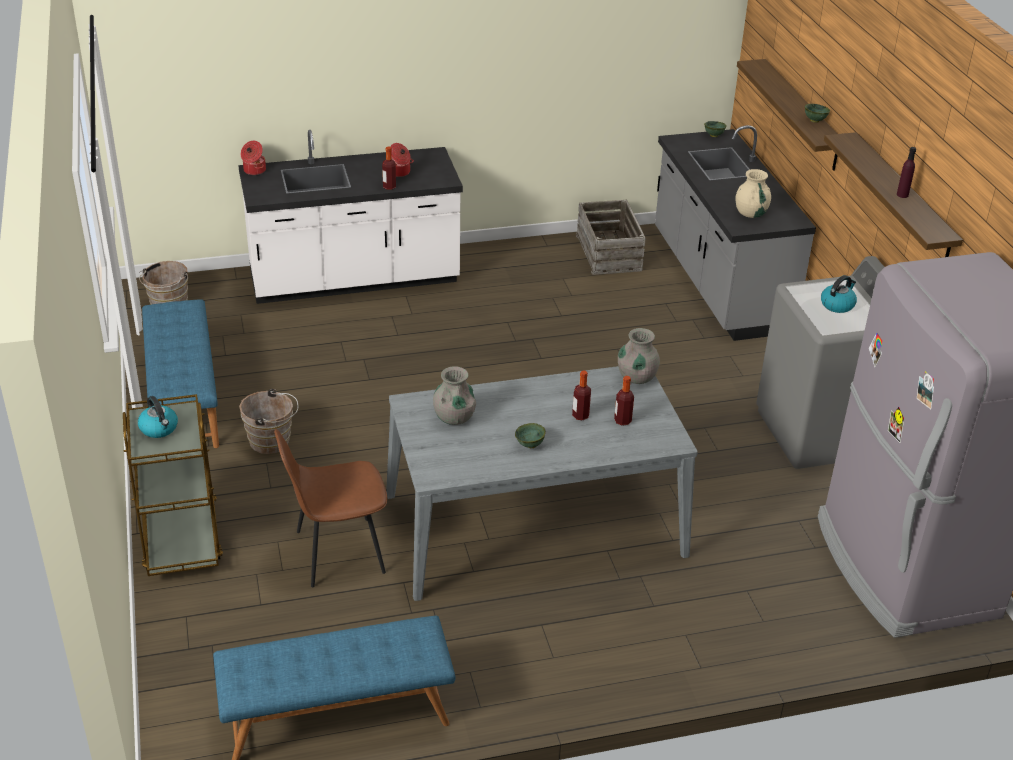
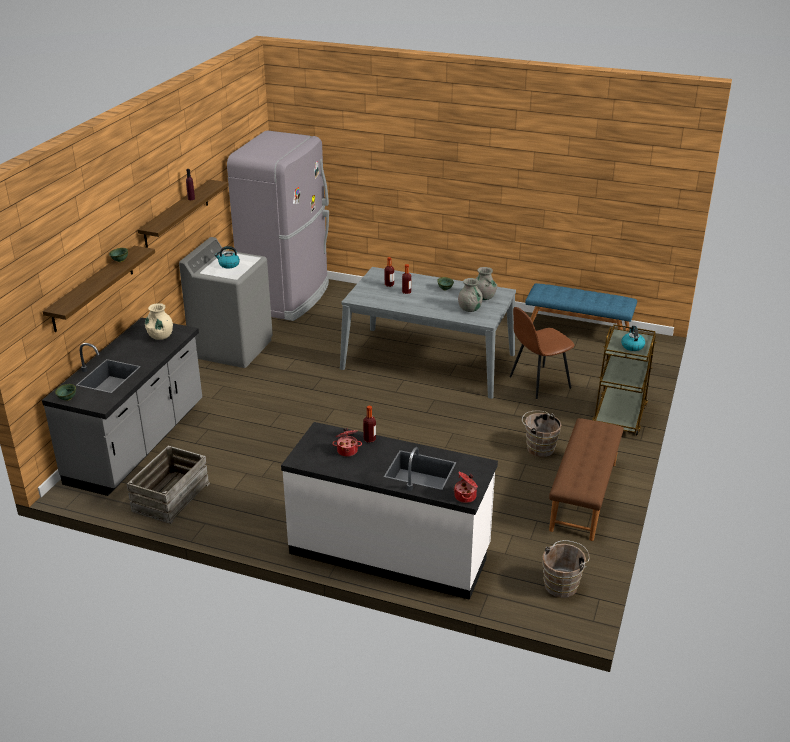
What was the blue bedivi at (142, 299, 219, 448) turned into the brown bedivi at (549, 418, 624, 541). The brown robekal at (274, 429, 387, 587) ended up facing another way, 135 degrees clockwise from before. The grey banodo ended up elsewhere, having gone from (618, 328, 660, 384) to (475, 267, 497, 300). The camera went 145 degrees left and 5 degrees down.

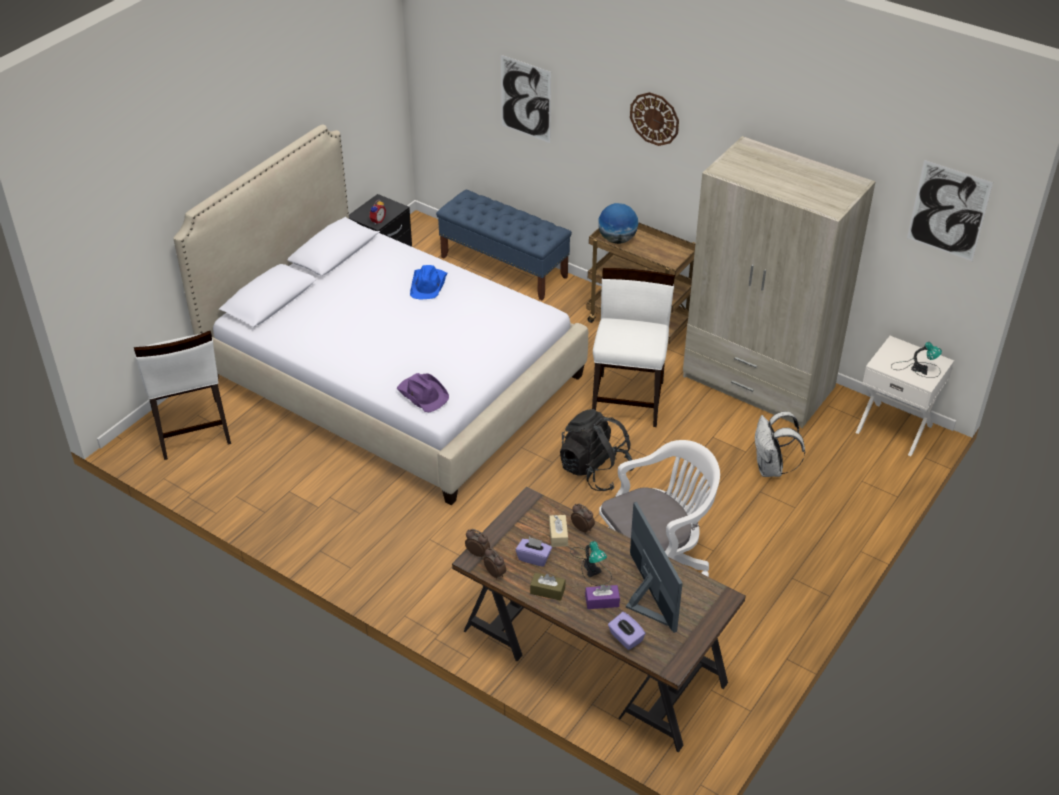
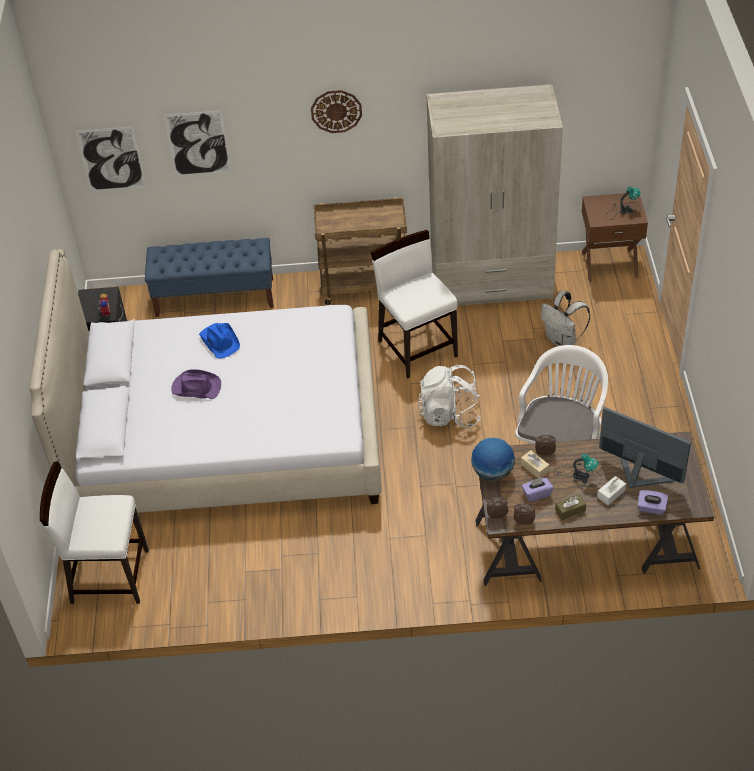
The white robekal at (134, 331, 231, 460) ended up facing another way, 150 degrees clockwise from before. The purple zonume ended up elsewhere, having gone from (397, 373, 449, 412) to (171, 369, 221, 399). What was the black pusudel at (560, 409, 634, 491) turned into the white pusudel at (418, 364, 481, 428). What was the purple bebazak at (585, 585, 620, 609) turned into the white bebazak at (597, 476, 626, 505). The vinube ended up elsewhere, having gone from (598, 203, 638, 244) to (471, 438, 515, 481). What was the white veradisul at (856, 336, 954, 456) turned into the brown veradisul at (582, 193, 648, 282). The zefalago ended up elsewhere, having gone from (907, 160, 993, 261) to (76, 127, 146, 191). The camera went 35 degrees left and 5 degrees up.

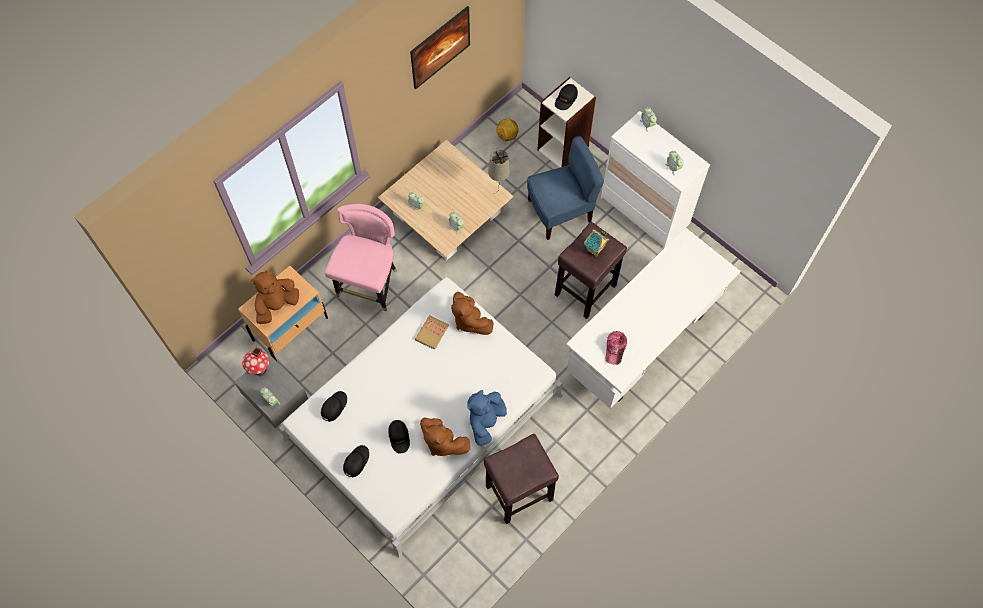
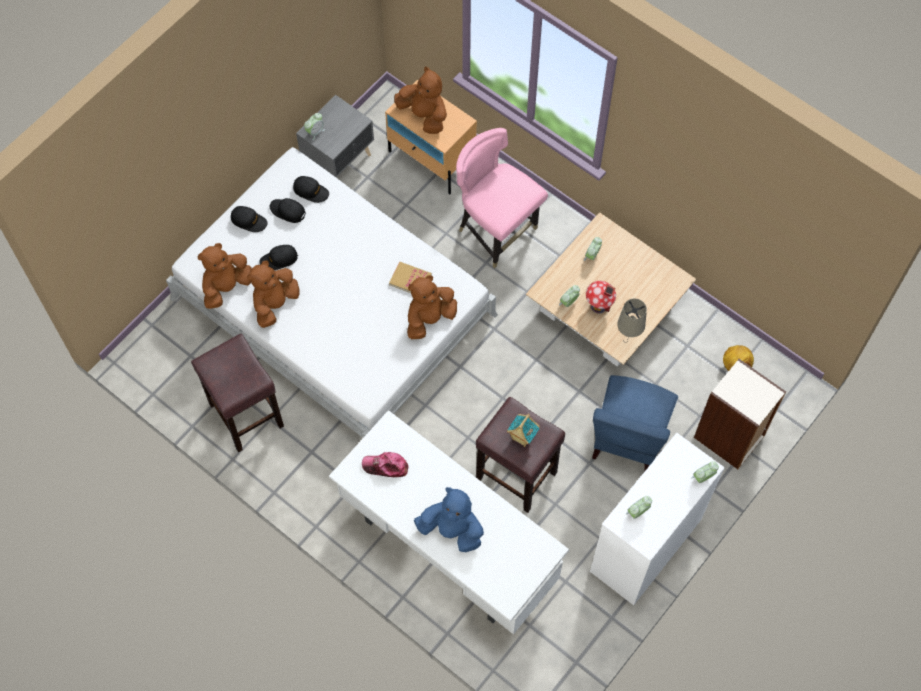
The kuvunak ended up elsewhere, having gone from (242, 346, 269, 377) to (586, 281, 616, 314). The pink robekal at (325, 204, 397, 311) ended up facing another way, 150 degrees counterclockwise from before. The second view lost the zefalago at (410, 6, 470, 89). The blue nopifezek ended up elsewhere, having gone from (467, 390, 507, 446) to (414, 487, 484, 552). The blue robekal at (527, 136, 604, 240) ended up facing another way, 45 degrees clockwise from before. The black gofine ended up elsewhere, having gone from (555, 84, 578, 110) to (270, 198, 306, 223). The second view gained the brown nopifezek at (198, 243, 252, 309). The camera went 85 degrees right and 0 degrees up.

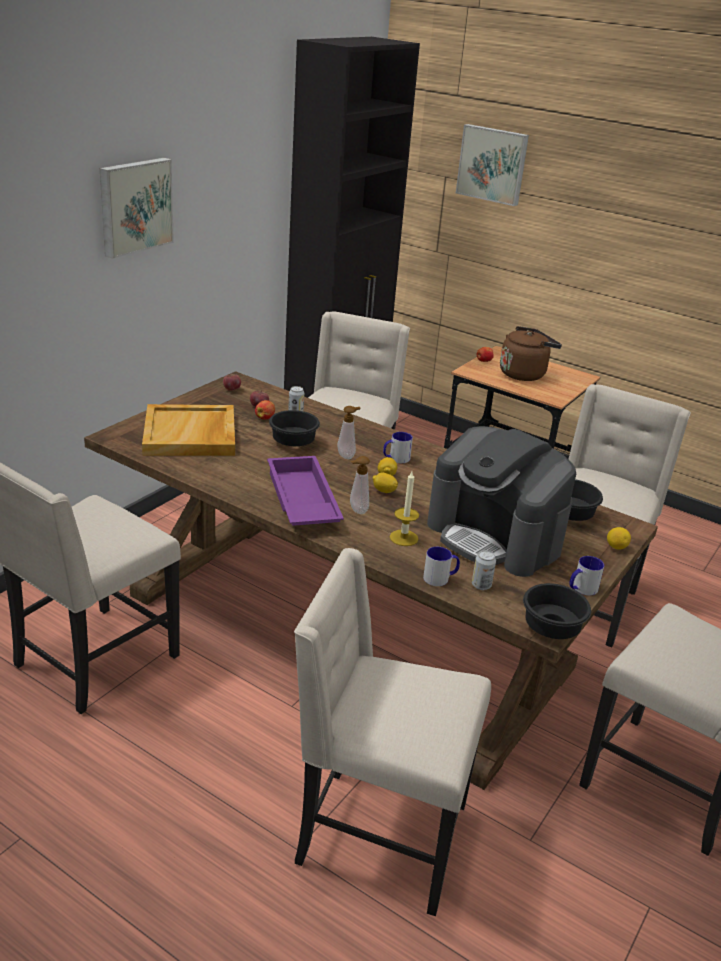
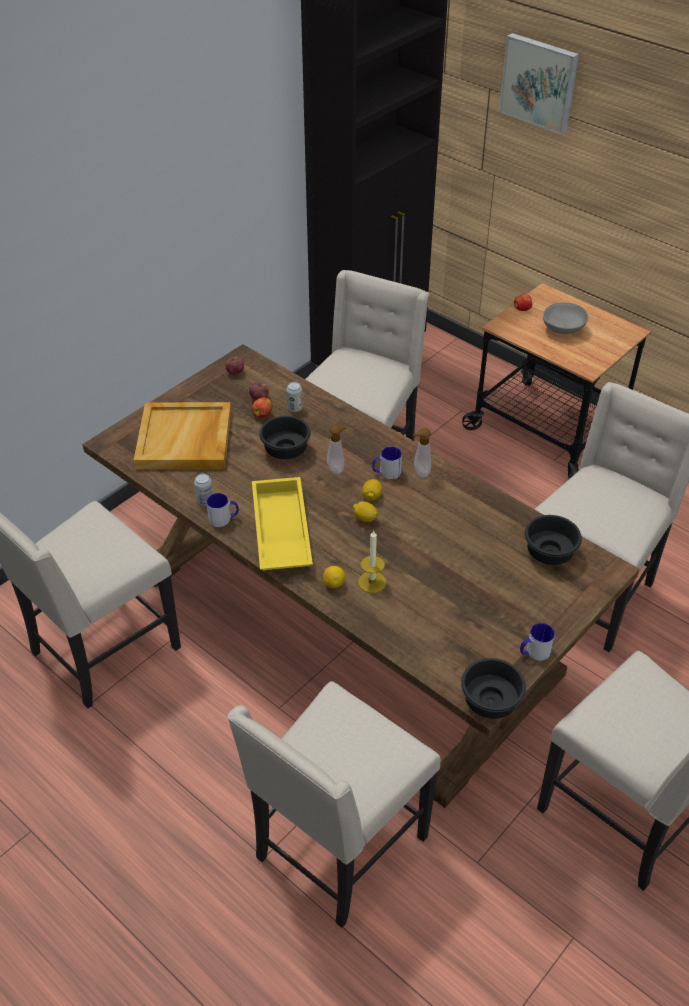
The second view lost the zefalago at (100, 158, 174, 259). What was the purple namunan at (267, 456, 344, 526) turned into the yellow namunan at (252, 477, 313, 570). The beige robekal at (294, 548, 491, 916) ended up facing another way, 75 degrees counterclockwise from before. The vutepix ended up elsewhere, having gone from (350, 456, 370, 514) to (413, 428, 431, 477). The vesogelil ended up elsewhere, having gone from (423, 547, 460, 586) to (206, 493, 239, 527). The second view lost the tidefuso at (427, 426, 576, 577). The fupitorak ended up elsewhere, having gone from (472, 550, 496, 590) to (194, 474, 213, 506). Where the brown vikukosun stood at (500, 326, 562, 381), the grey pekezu came to stand at (543, 302, 588, 334). The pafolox ended up elsewhere, having gone from (607, 527, 631, 550) to (323, 566, 345, 588). The camera went 10 degrees right and 15 degrees up.

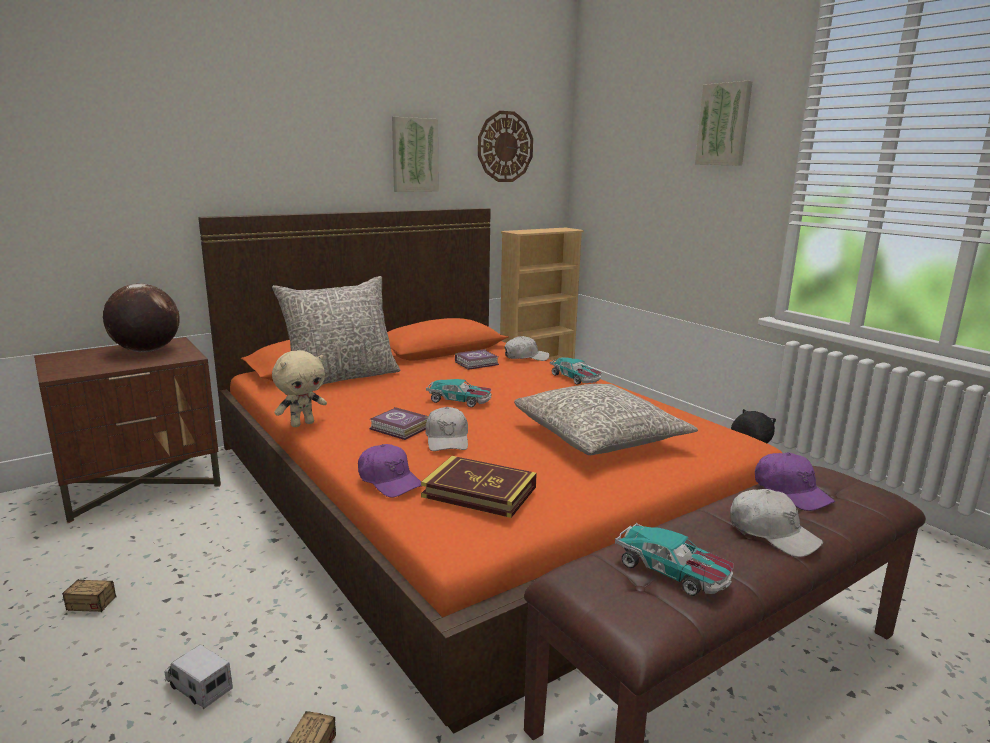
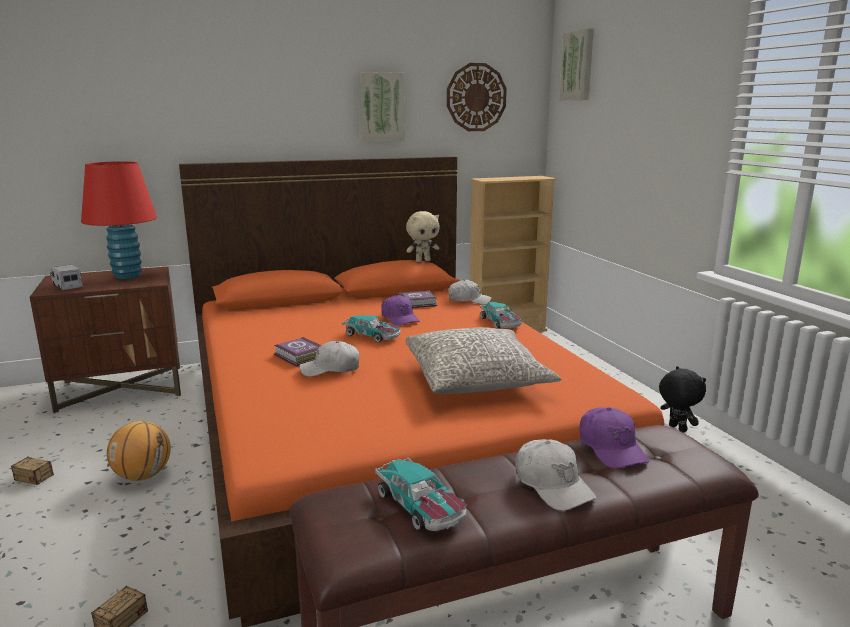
Where the vinube stood at (103, 283, 180, 352), the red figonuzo came to stand at (81, 161, 157, 279). The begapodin ended up elsewhere, having gone from (165, 644, 233, 709) to (50, 264, 83, 290). The second view lost the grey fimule at (272, 276, 400, 385). The beige nopifezek ended up elsewhere, having gone from (272, 350, 327, 427) to (406, 211, 439, 262). The purple gofine ended up elsewhere, having gone from (358, 444, 421, 498) to (381, 295, 420, 326). The second view lost the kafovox at (421, 456, 537, 518). The white gofine at (425, 407, 468, 451) ended up facing another way, 75 degrees clockwise from before. The zefalago ended up elsewhere, having gone from (695, 81, 753, 166) to (559, 28, 594, 100). The second view gained the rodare at (107, 421, 171, 481). The camera went 15 degrees right and 0 degrees up.

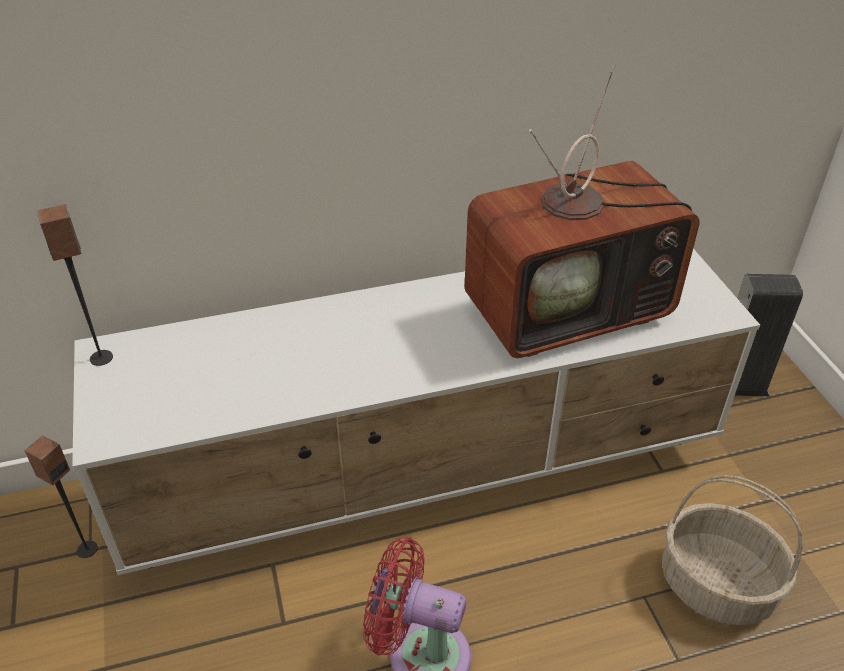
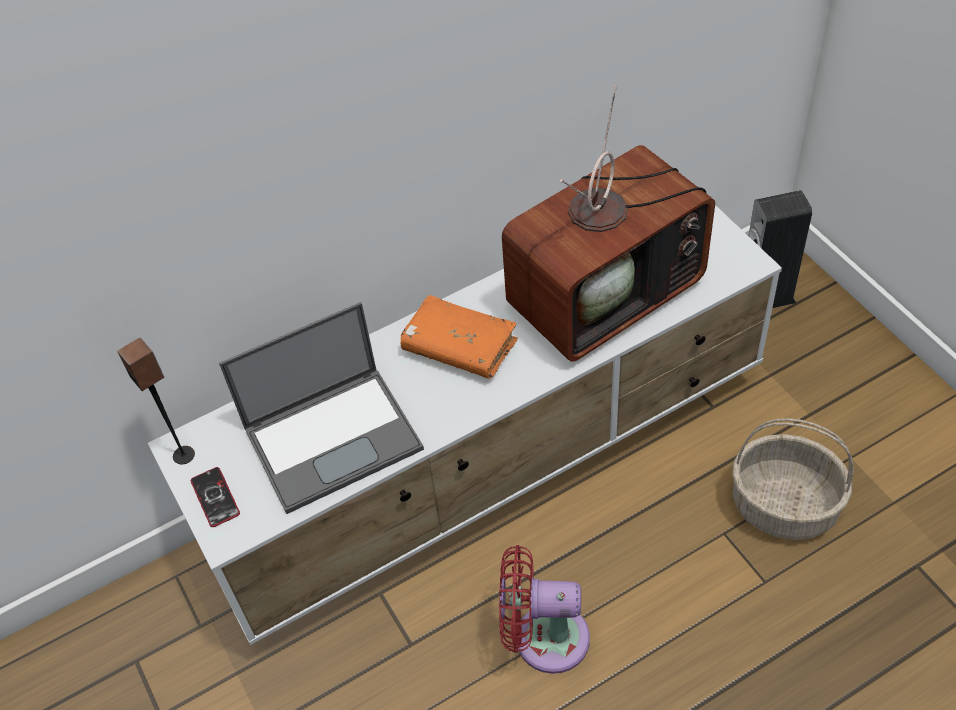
The second view lost the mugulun at (24, 436, 98, 558). The second view gained the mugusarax at (191, 467, 240, 527). The second view gained the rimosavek at (219, 302, 424, 514). The second view gained the orange kafovox at (401, 295, 518, 379). The camera went 10 degrees left and 10 degrees up.

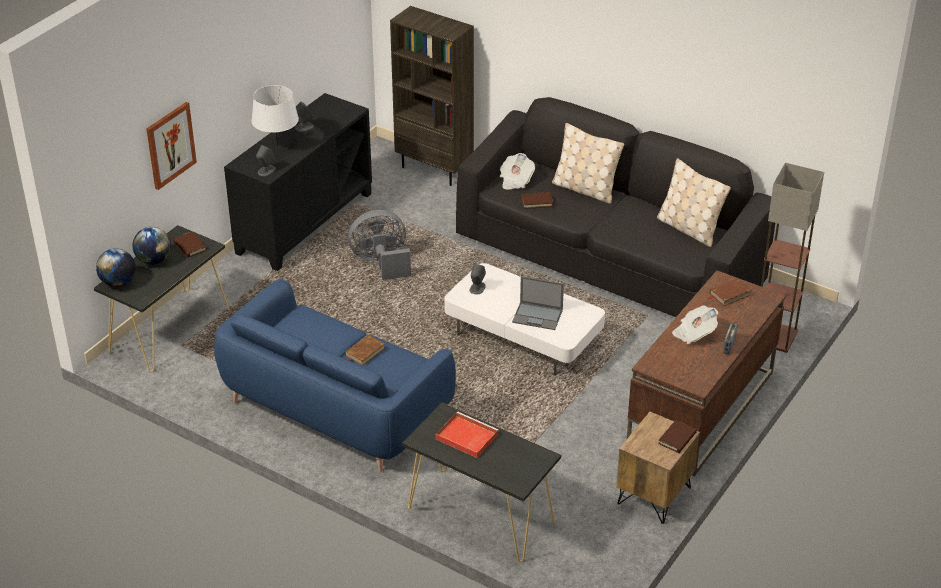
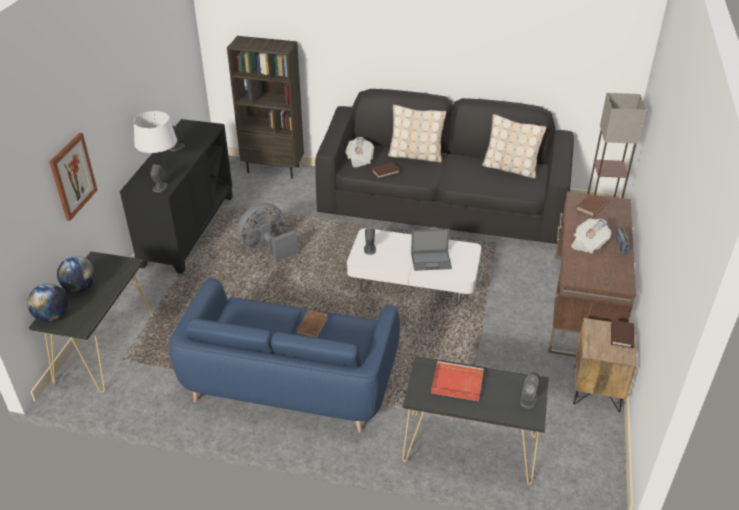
The second view lost the brown kafovox at (173, 232, 207, 258). The second view gained the grey mugulun at (520, 372, 540, 409). The camera went 20 degrees left and 0 degrees up.

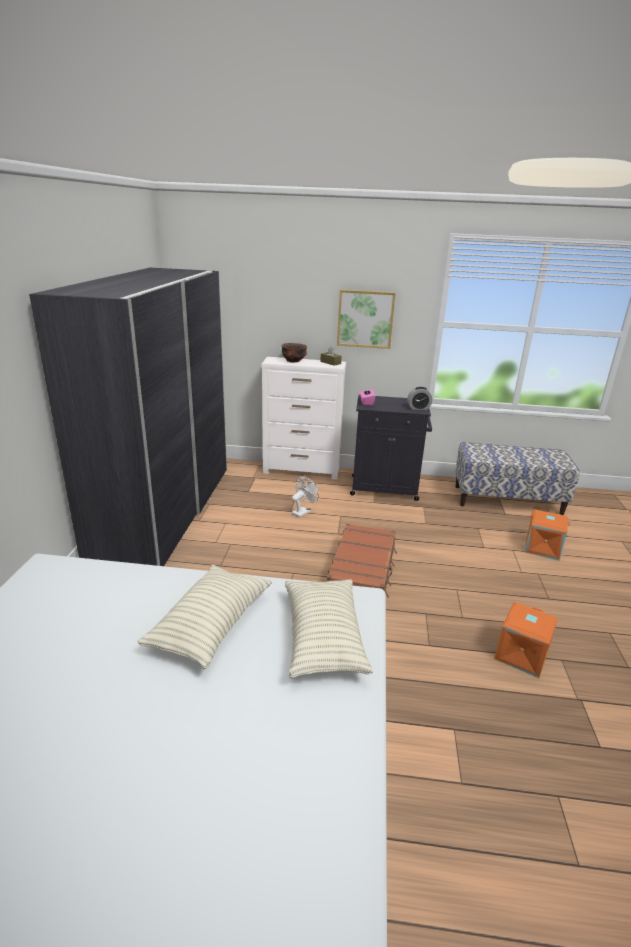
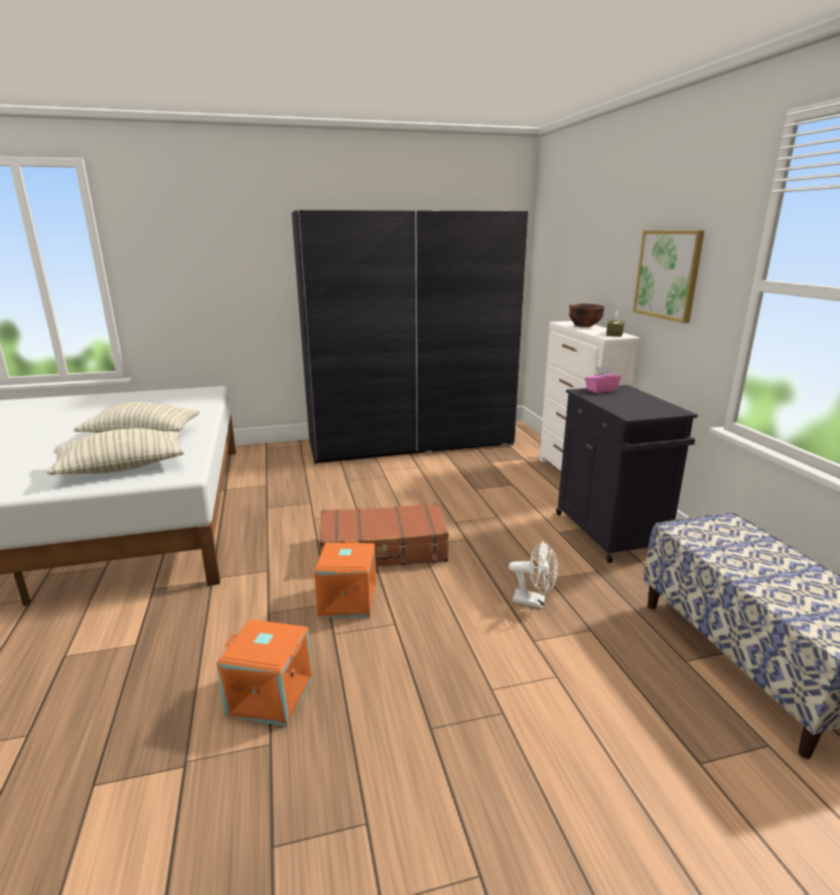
The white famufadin ended up elsewhere, having gone from (292, 476, 318, 517) to (509, 541, 558, 608). The second view lost the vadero at (407, 387, 432, 410). The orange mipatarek ended up elsewhere, having gone from (525, 509, 570, 561) to (314, 541, 376, 618). The camera went 70 degrees right and 5 degrees down.

